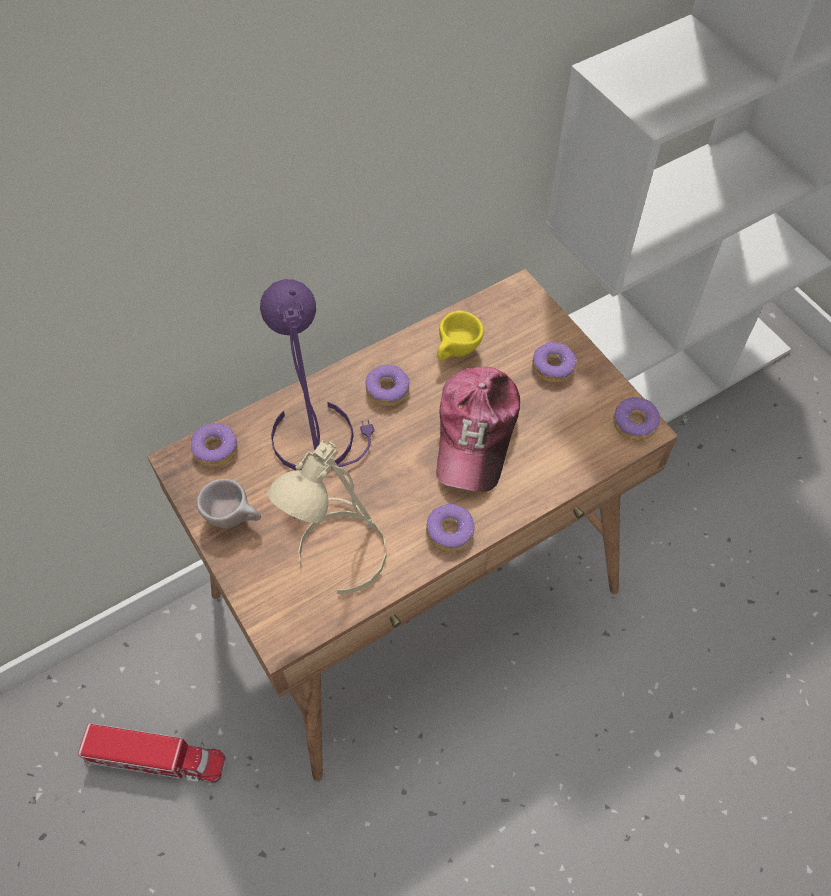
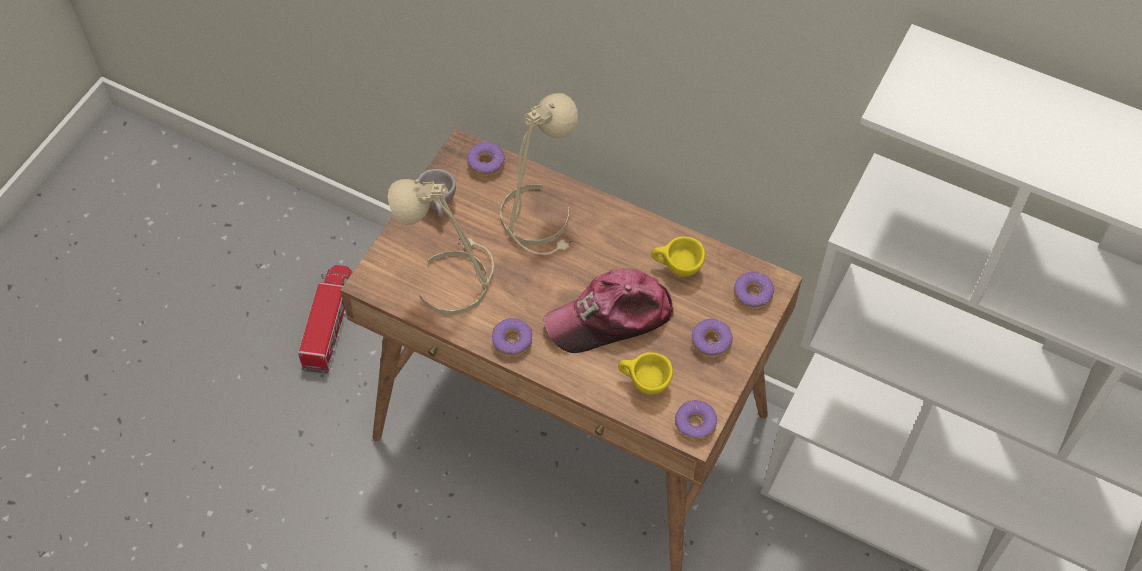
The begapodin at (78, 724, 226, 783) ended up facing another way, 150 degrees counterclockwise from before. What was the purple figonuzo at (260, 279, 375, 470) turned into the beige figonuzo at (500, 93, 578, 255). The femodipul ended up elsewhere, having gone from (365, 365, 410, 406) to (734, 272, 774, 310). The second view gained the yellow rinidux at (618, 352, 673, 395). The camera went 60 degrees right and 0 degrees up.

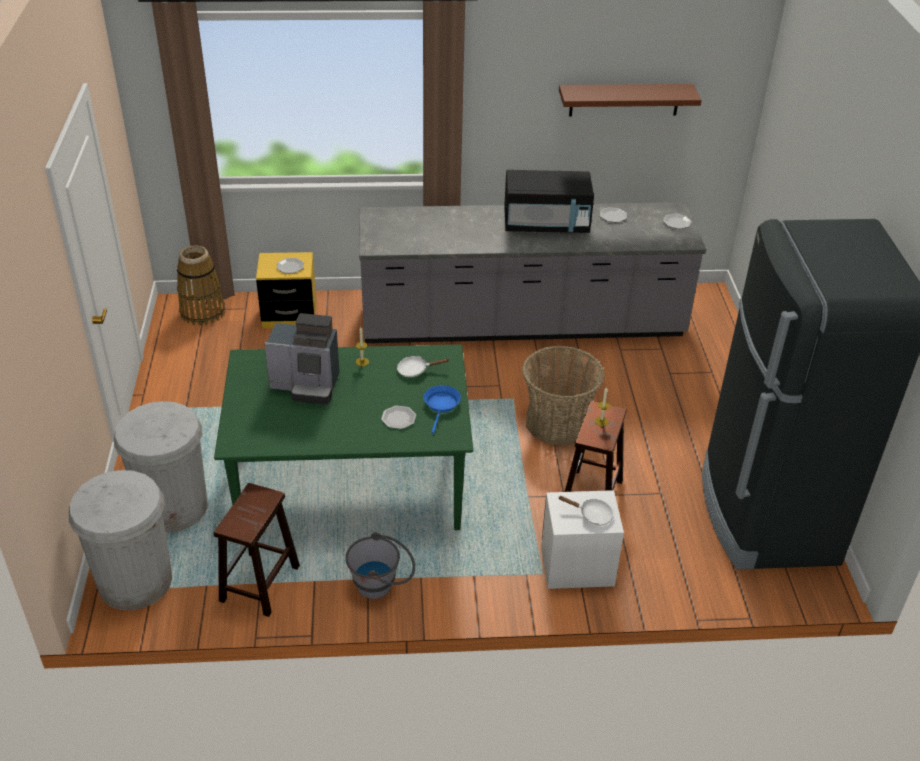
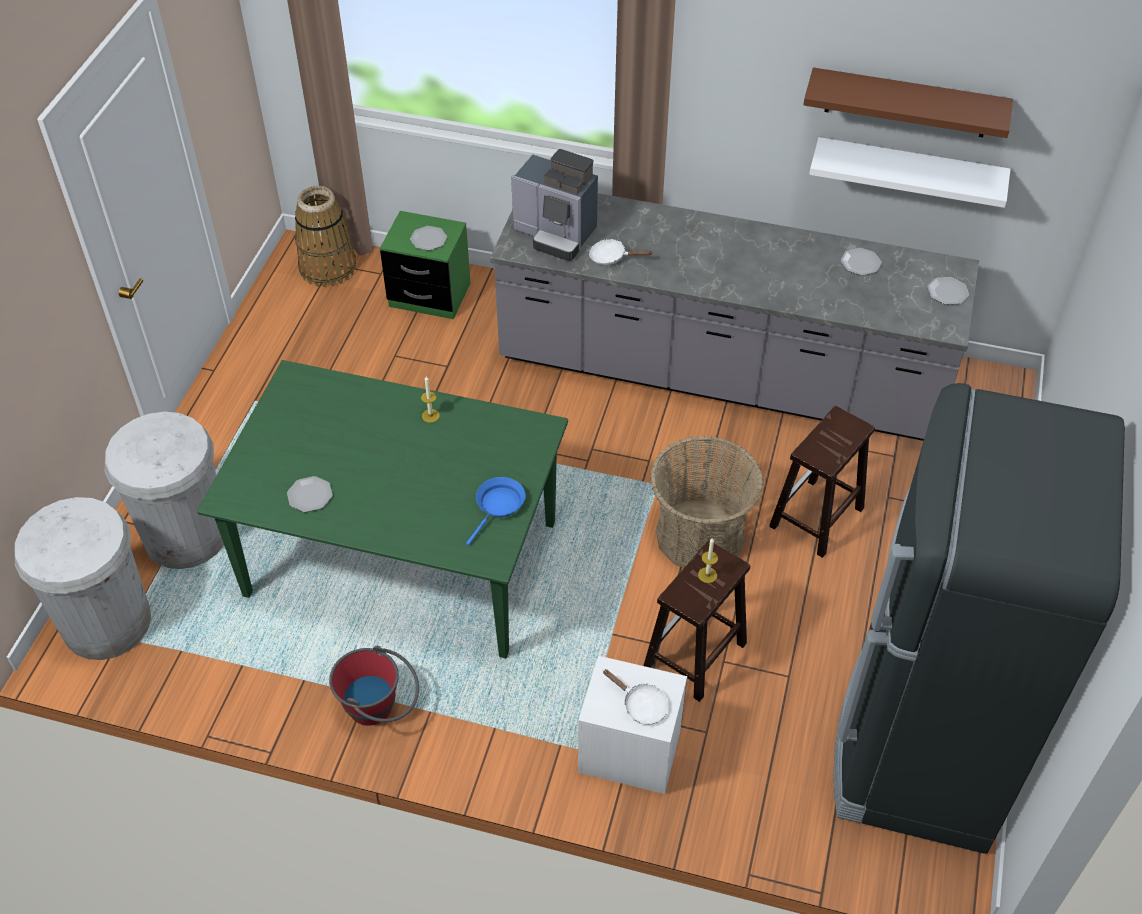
The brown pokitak ended up elsewhere, having gone from (214, 483, 300, 617) to (769, 406, 875, 558). What was the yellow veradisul at (256, 252, 317, 328) turned into the green veradisul at (380, 211, 470, 319). The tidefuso ended up elsewhere, having gone from (264, 313, 339, 405) to (511, 149, 598, 261). What was the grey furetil at (345, 532, 415, 599) turned into the red furetil at (329, 646, 419, 726). The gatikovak ended up elsewhere, having gone from (381, 406, 416, 429) to (287, 476, 333, 512). The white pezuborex ended up elsewhere, having gone from (397, 356, 449, 377) to (589, 239, 653, 265). The second view lost the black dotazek at (504, 170, 594, 233). The second view gained the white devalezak at (809, 137, 1010, 208). The camera went 20 degrees right and 10 degrees up.

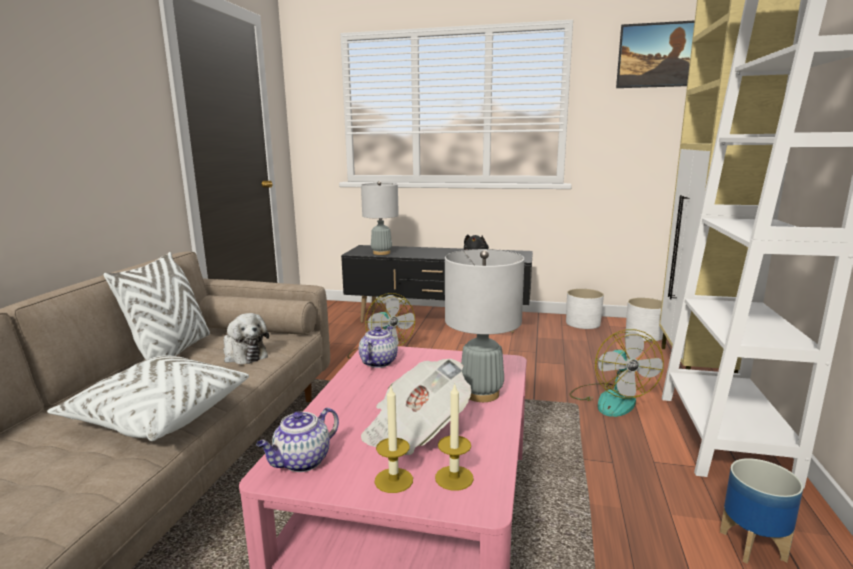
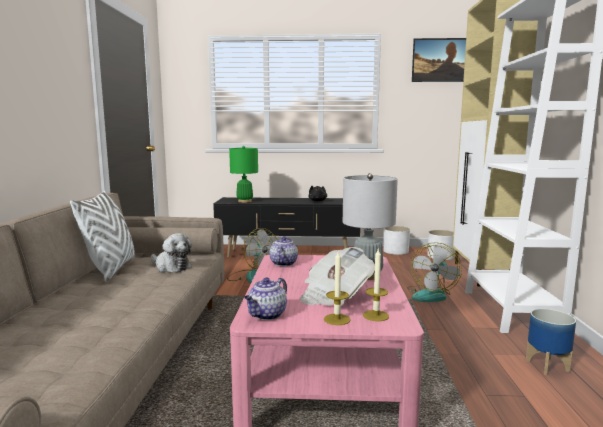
The second view lost the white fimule at (47, 355, 249, 441). What was the grey figonuzo at (361, 181, 399, 255) turned into the green figonuzo at (229, 146, 258, 203). The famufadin at (569, 329, 664, 417) ended up facing another way, 45 degrees clockwise from before. The camera went 10 degrees left and 5 degrees down.

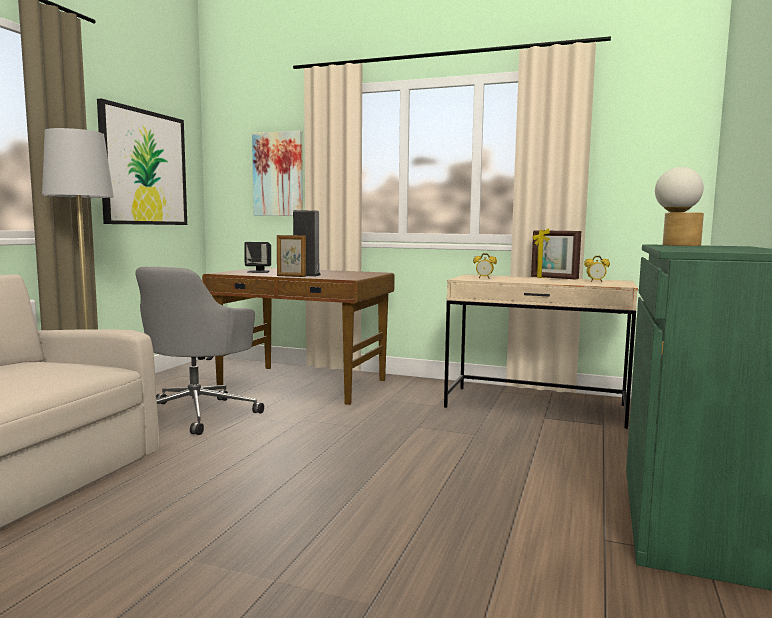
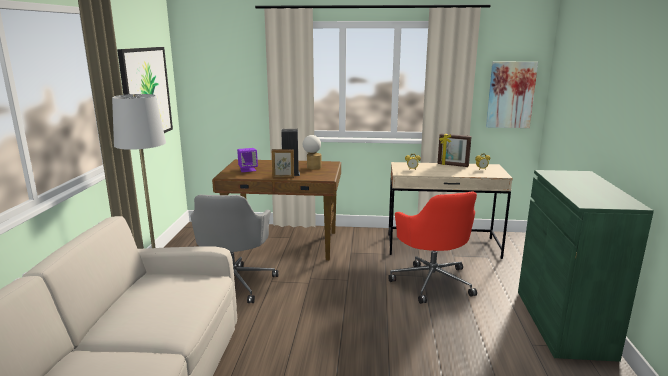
What was the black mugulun at (244, 242, 271, 273) turned into the purple mugulun at (237, 148, 258, 172). The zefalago ended up elsewhere, having gone from (252, 131, 303, 216) to (486, 62, 538, 128). The figonuzo ended up elsewhere, having gone from (655, 167, 704, 246) to (303, 135, 322, 169). The second view gained the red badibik at (388, 191, 477, 304). The camera went 15 degrees left and 10 degrees up.

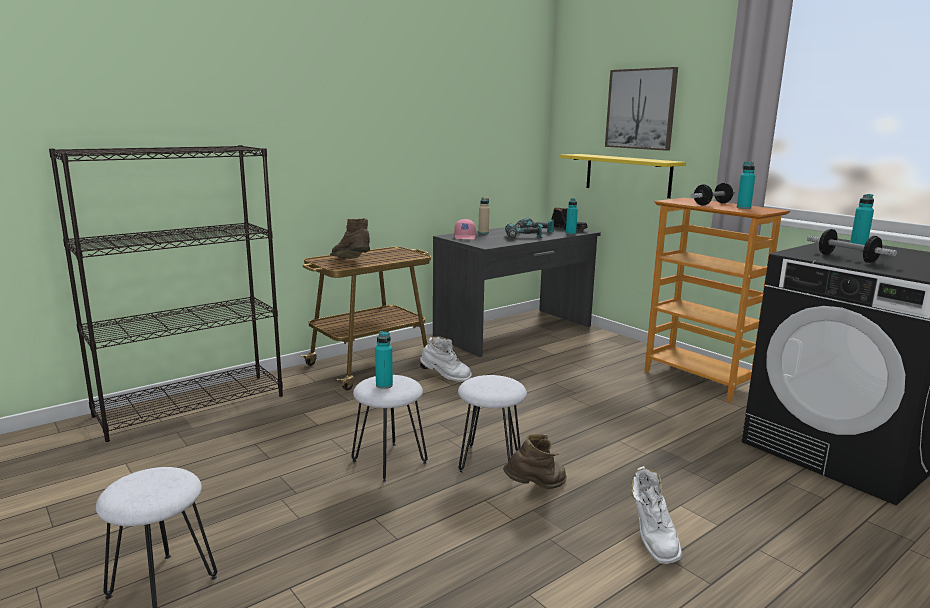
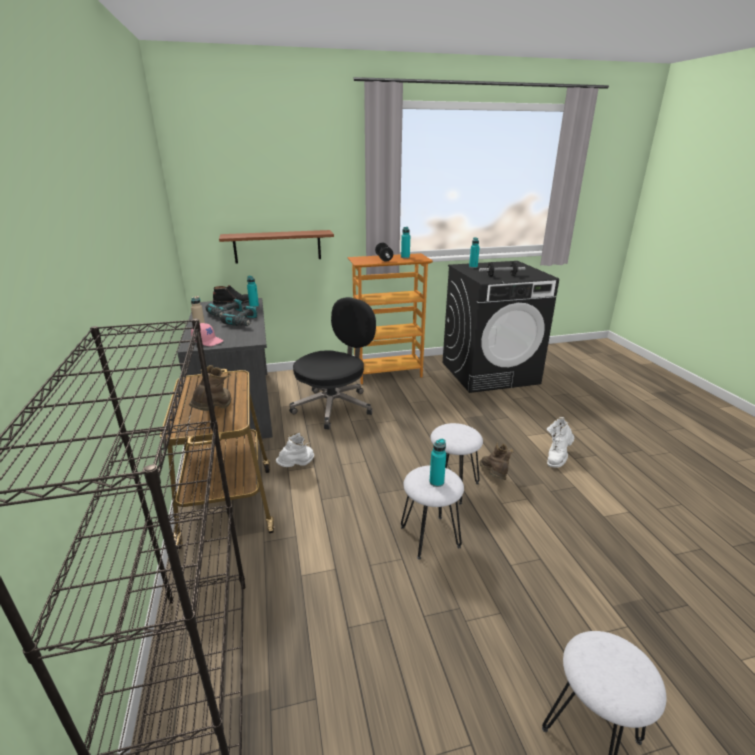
The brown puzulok at (330, 218, 370, 259) ended up facing another way, 120 degrees clockwise from before. What was the yellow devalezak at (560, 154, 686, 198) turned into the brown devalezak at (219, 230, 334, 263). The second view lost the zefalago at (605, 67, 678, 151). The white puzulok at (632, 466, 682, 564) ended up facing another way, 105 degrees clockwise from before. The second view gained the black badibik at (289, 297, 376, 430). The camera went 65 degrees left and 10 degrees up.

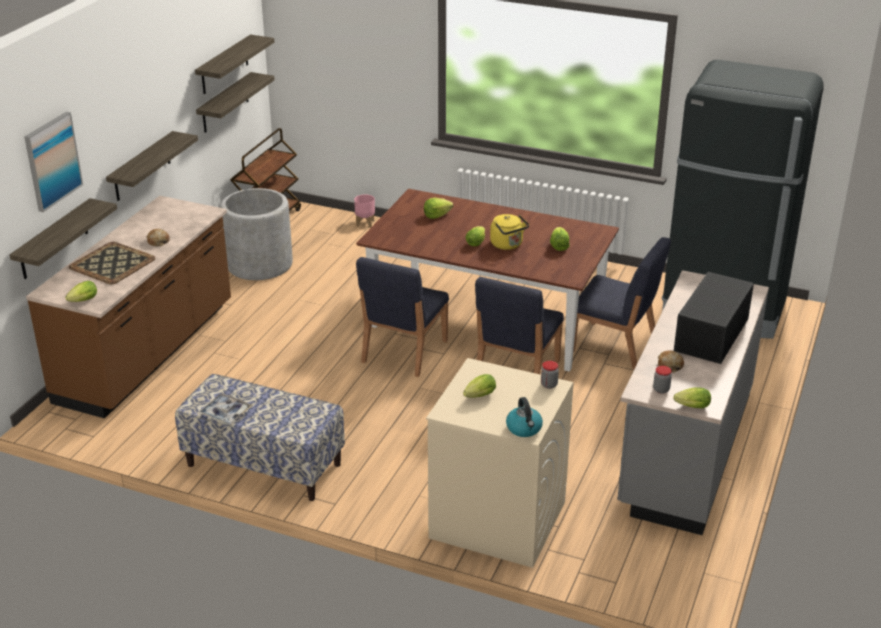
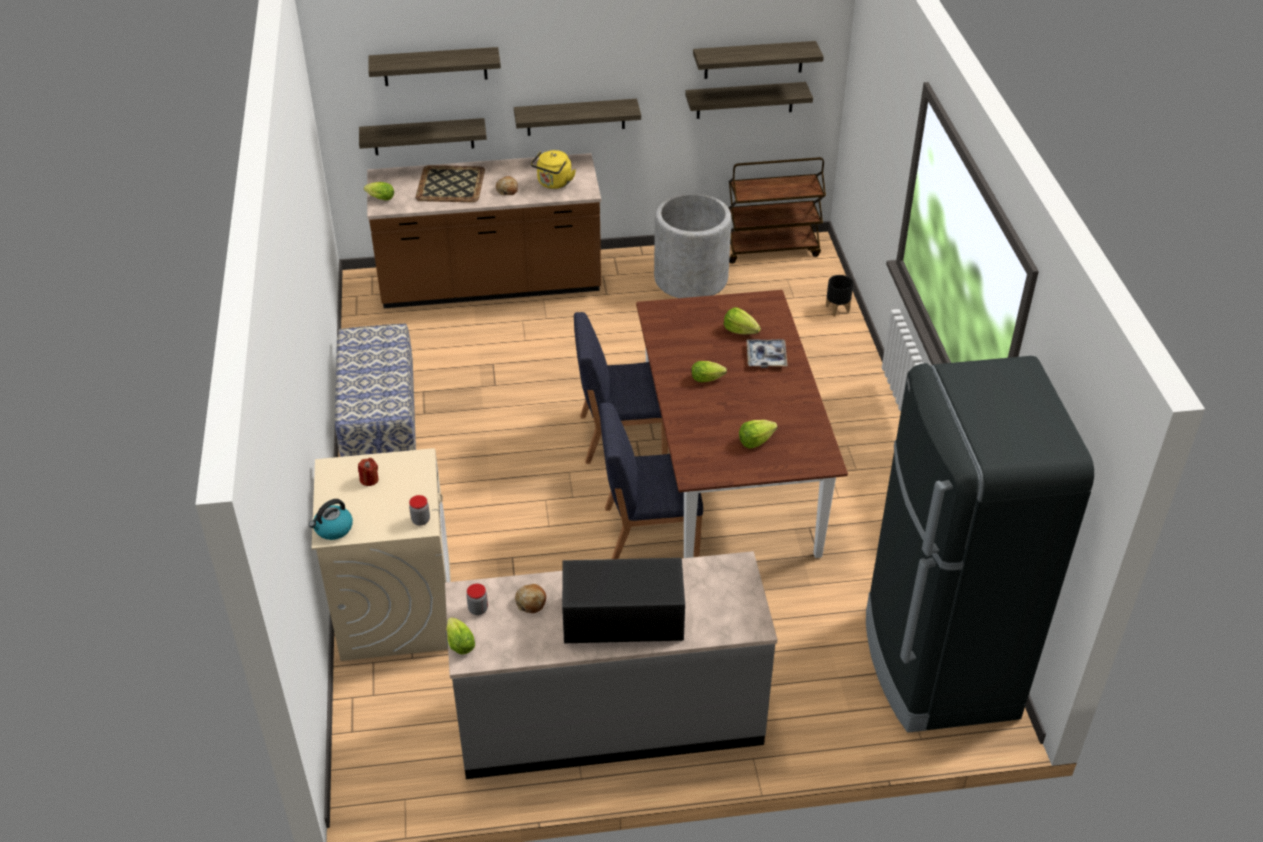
Where the zefalago hung at (24, 112, 83, 212), the devalezak came to hang at (368, 47, 501, 86). The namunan ended up elsewhere, having gone from (197, 393, 253, 425) to (747, 339, 787, 368). What was the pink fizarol at (354, 194, 375, 228) turned into the black fizarol at (826, 275, 853, 316). Where the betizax stood at (463, 374, 496, 398), the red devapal came to stand at (358, 458, 379, 486). The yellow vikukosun ended up elsewhere, having gone from (490, 214, 529, 250) to (531, 150, 576, 189). The second view lost the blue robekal at (573, 237, 671, 370). The camera went 60 degrees right and 10 degrees up.

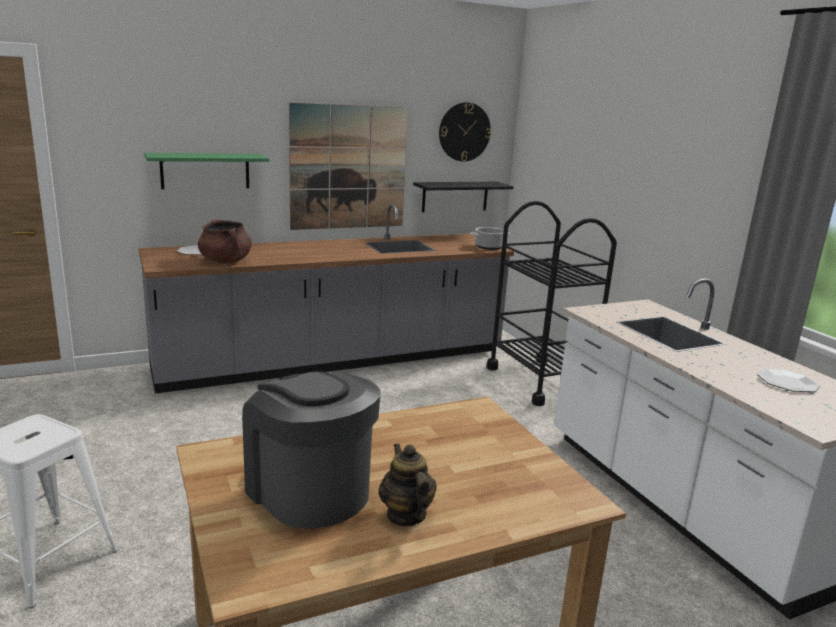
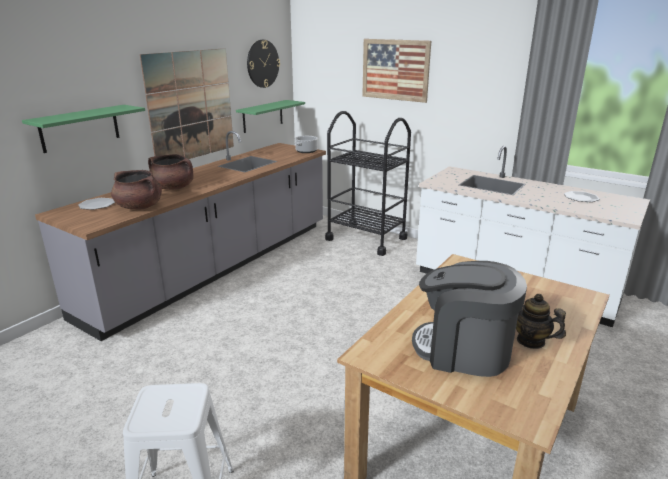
What was the black devalezak at (413, 182, 514, 212) turned into the green devalezak at (236, 100, 305, 133). The second view gained the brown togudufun at (148, 154, 194, 190). The second view gained the zefalago at (362, 39, 431, 103). The camera went 30 degrees left and 5 degrees up.

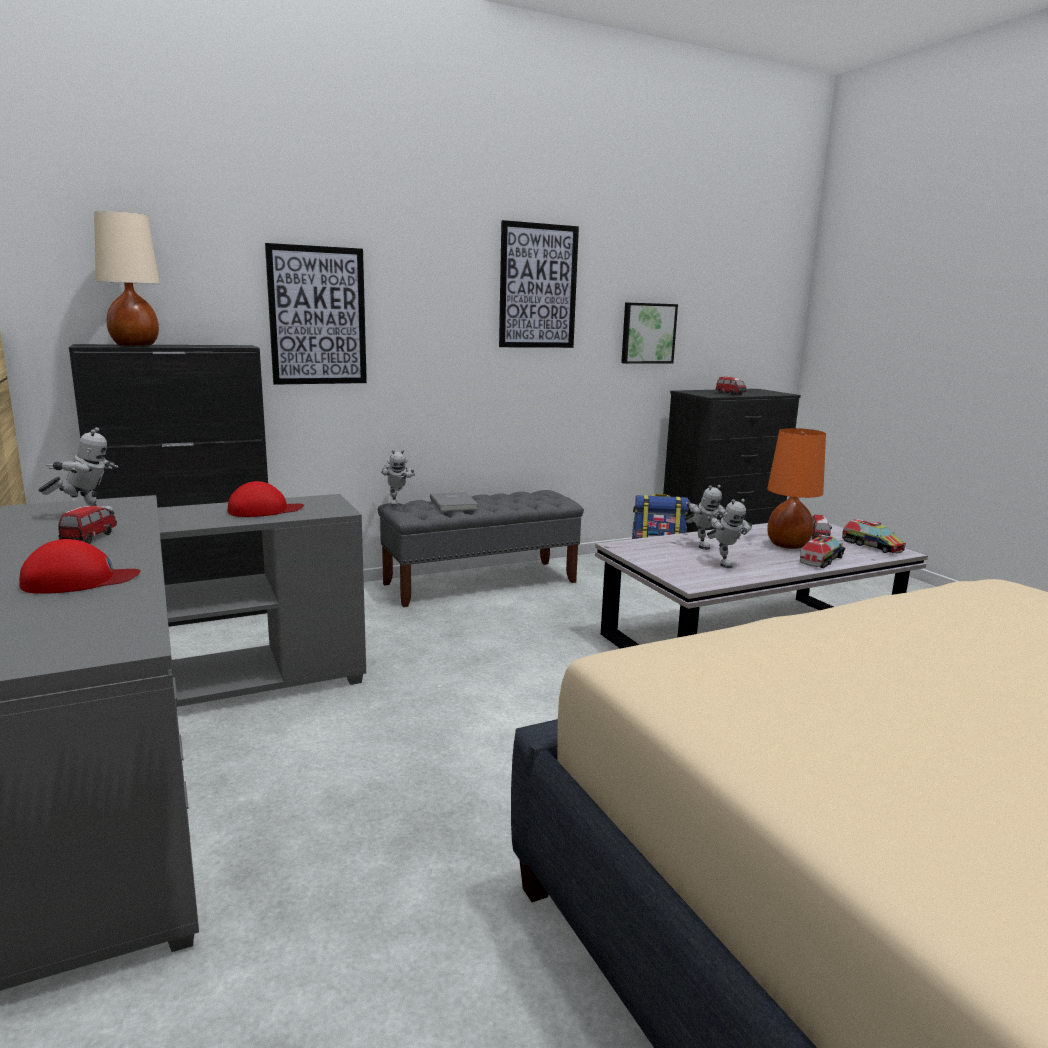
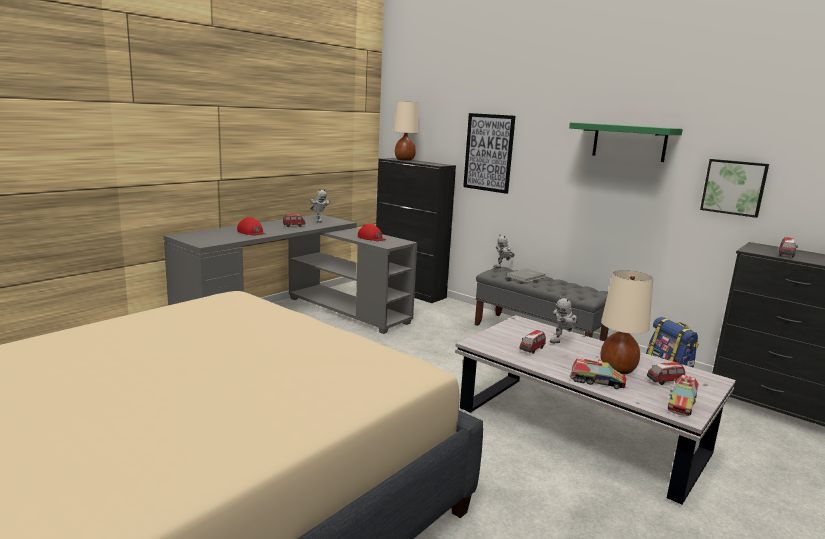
Where the zefalago hung at (499, 220, 579, 348), the green devalezak came to hang at (569, 122, 683, 162). Where the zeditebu stood at (707, 499, 752, 568), the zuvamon came to stand at (519, 330, 546, 354). What was the orange figonuzo at (767, 428, 826, 549) turned into the beige figonuzo at (600, 270, 653, 374). The camera went 65 degrees right and 0 degrees up.

